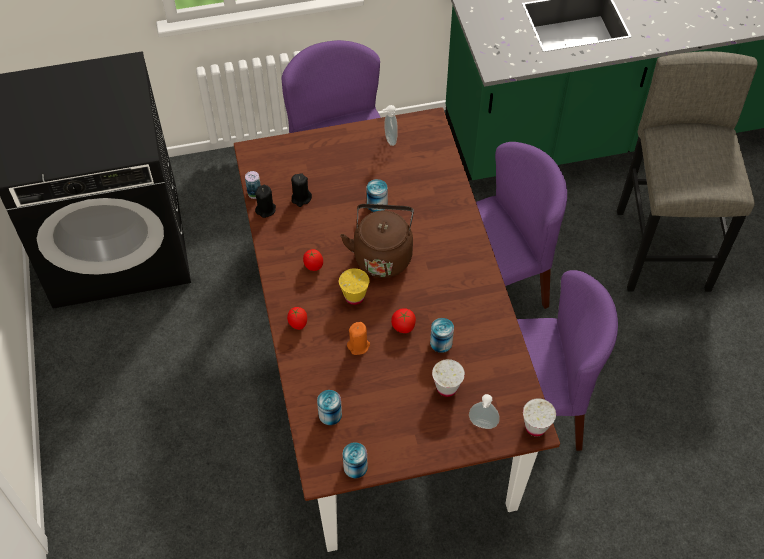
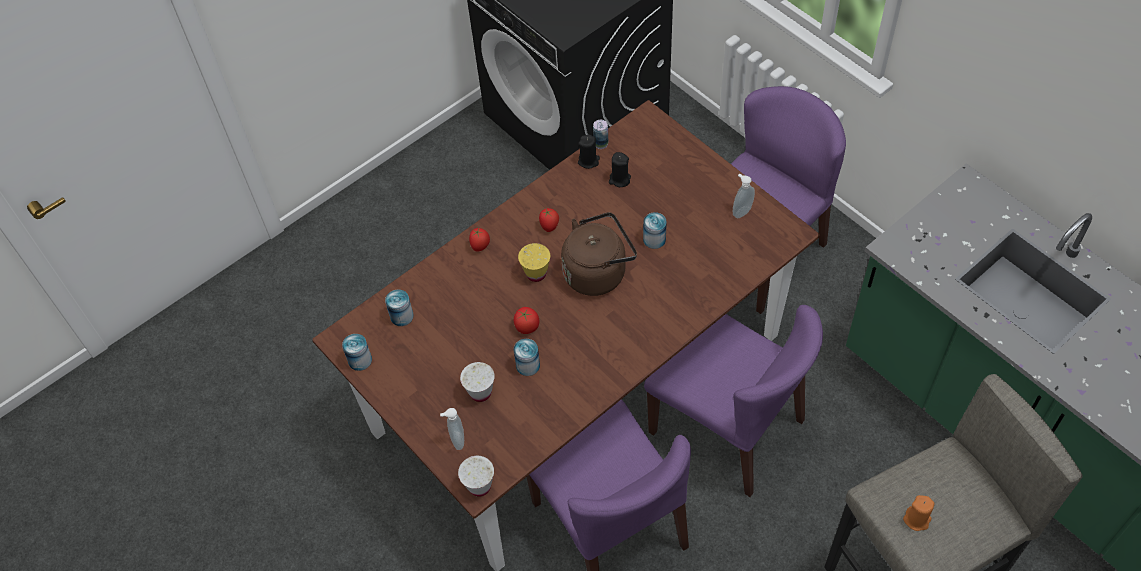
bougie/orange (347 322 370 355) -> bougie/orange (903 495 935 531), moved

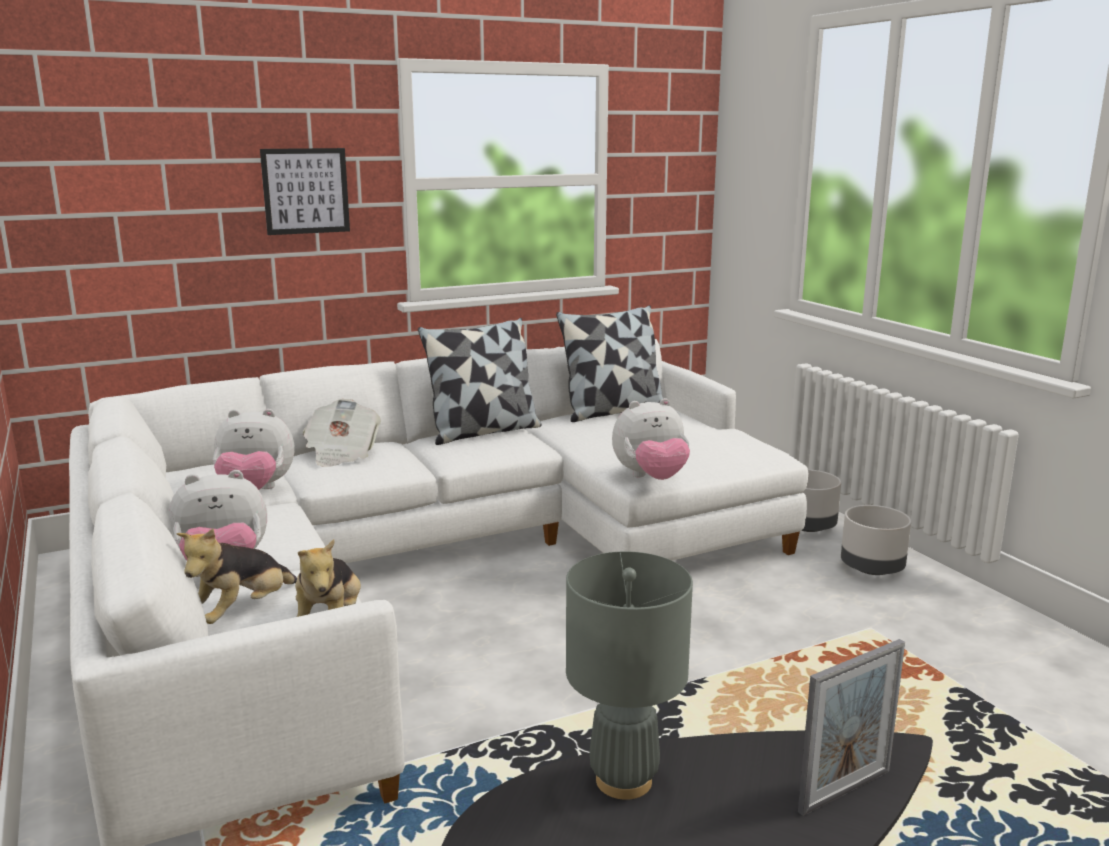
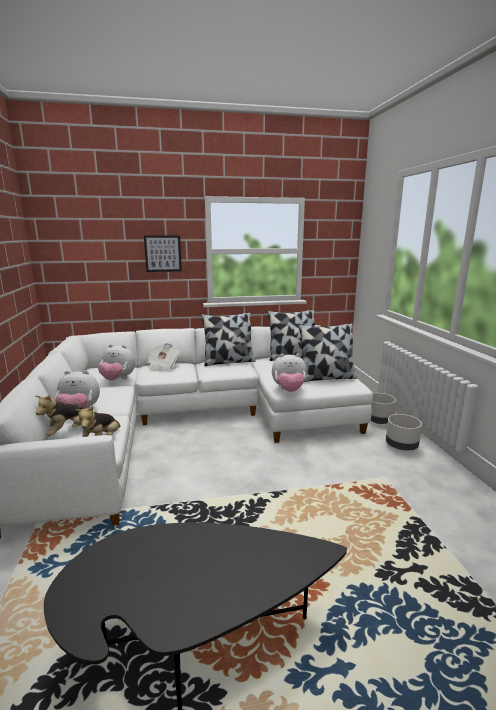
lampe de table/gris (566 552 693 800) -> none
cadre photo (798 639 905 816) -> none
none -> coussin (298 323 357 382)

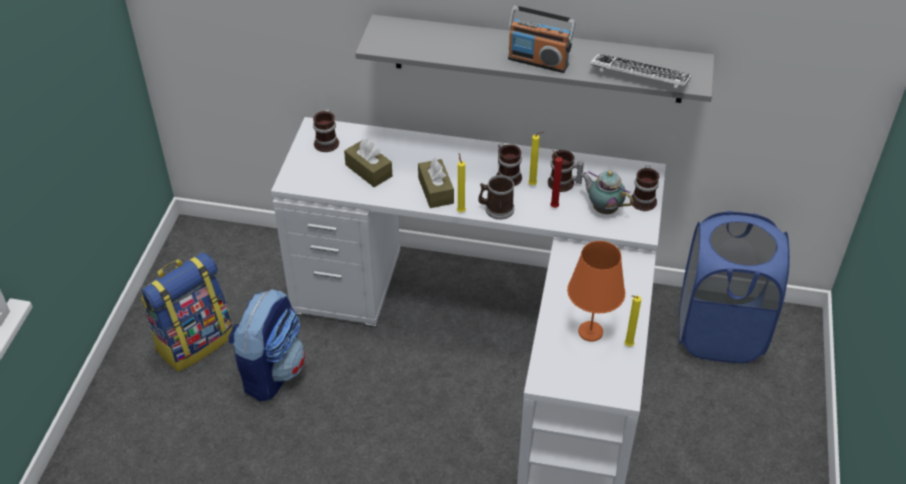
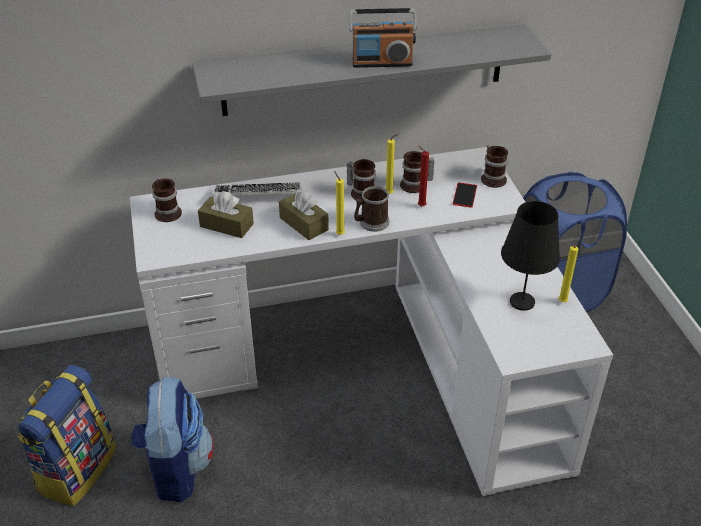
lampe de table/orange (567 241 625 341) -> lampe de table/noir (501 201 560 311)
théière (581 171 633 214) -> téléphone (452 182 477 208)
clavier (590 54 691 88) -> clavier (211 182 301 197), moved

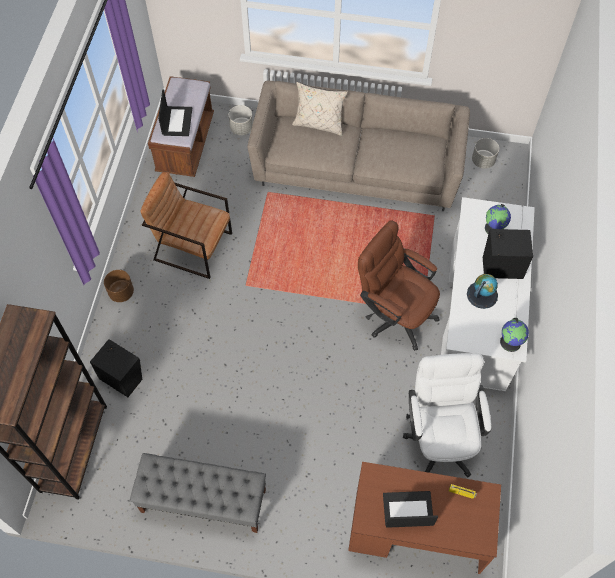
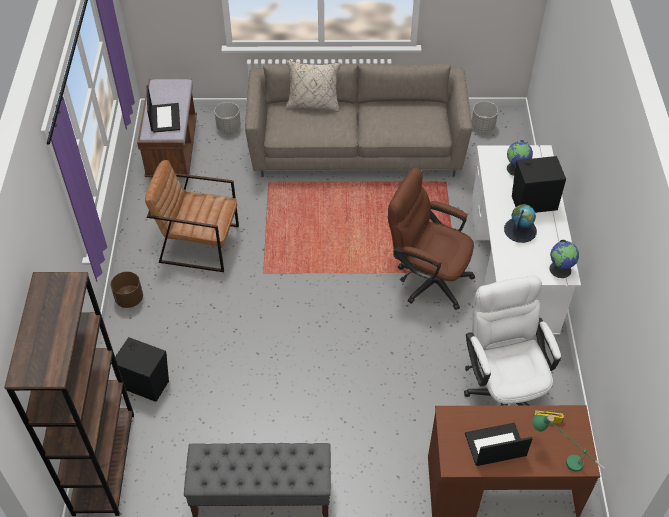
none -> lampe de table/vert (532 415 605 472)

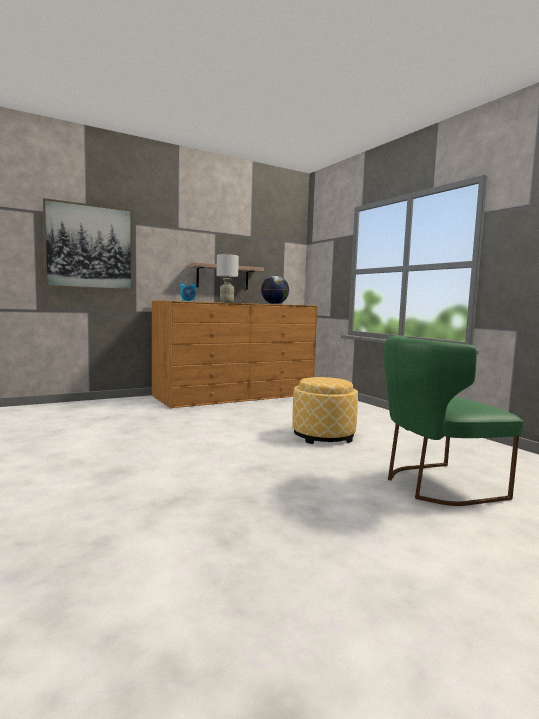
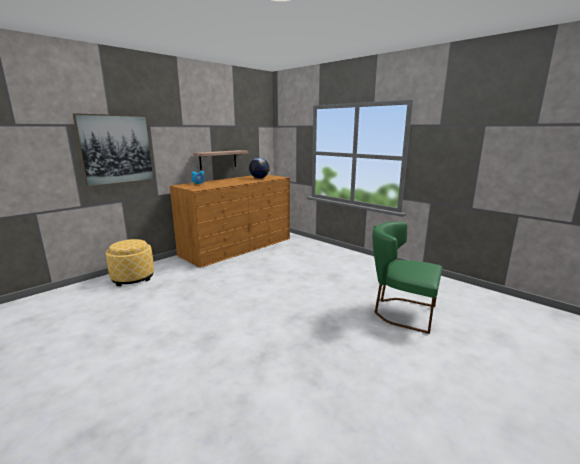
lampe de table/gris (217 254 239 303) -> none
pouf (292 377 358 444) -> pouf (106 239 154 286), moved
chaise/vert (383 335 523 506) -> chaise/vert (372 222 442 334), 60 degrees clockwise

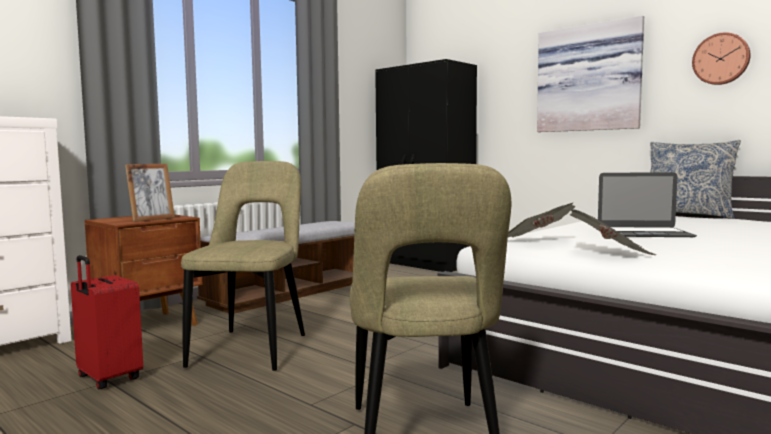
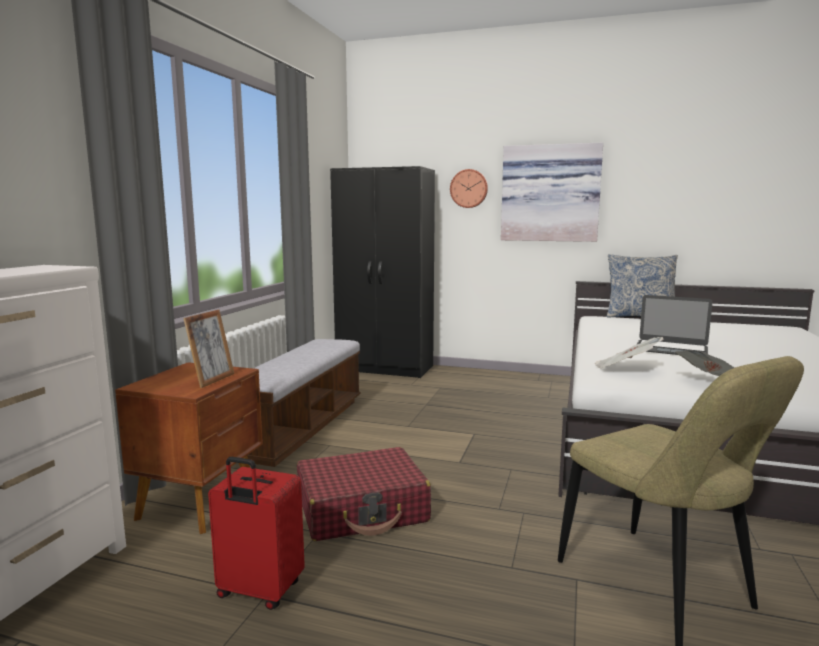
chaise/beige (181 161 305 371) -> valise/rouge (297 447 431 541)
ordinateur portable (598 172 697 237) -> ordinateur portable (637 295 713 355), 45 degrees clockwise
horloge murale (692 32 751 85) -> horloge murale (450 169 488 208), moved

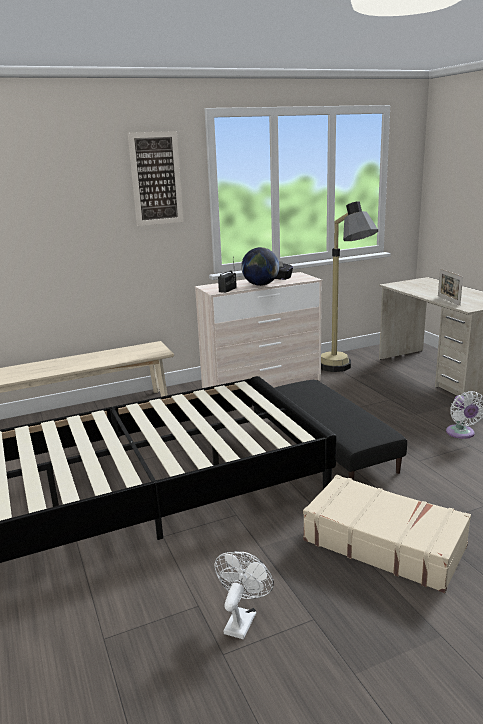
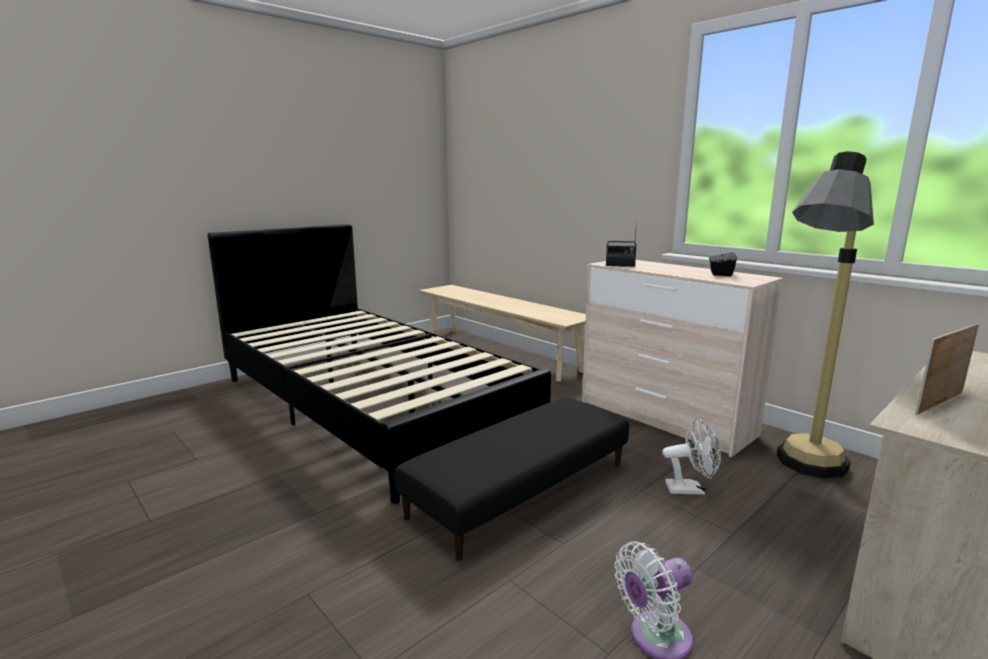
tableau (128 131 183 226) -> none
ventilateur/blanc (214 551 274 639) -> ventilateur/blanc (662 418 721 495), moved
globe (241 247 279 286) -> none
valise/beige (303 475 471 593) -> none

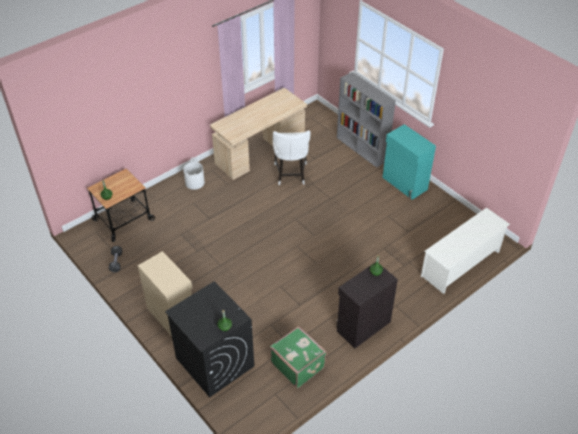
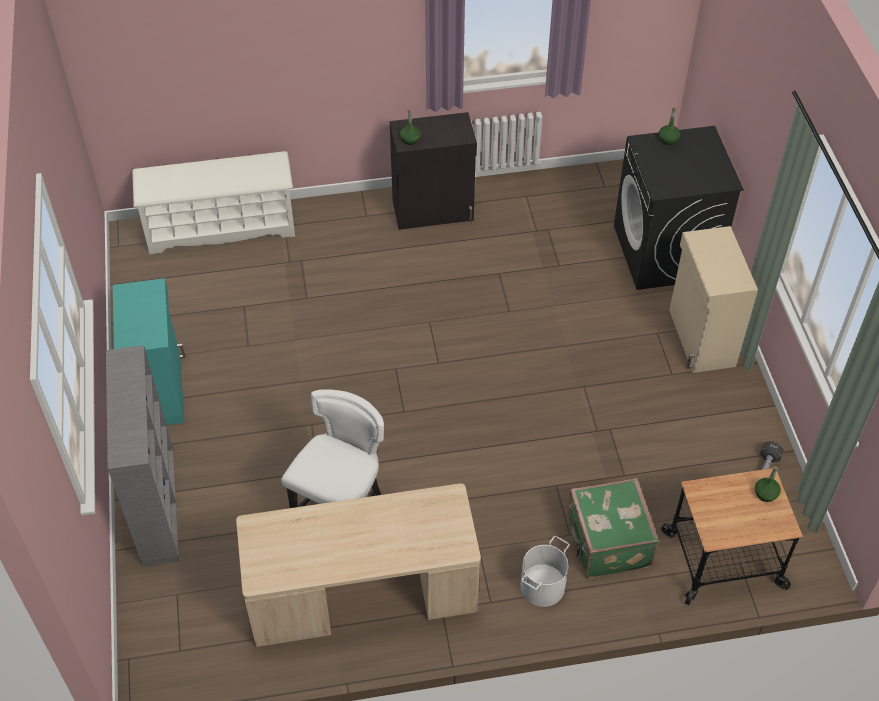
valise/vert (270 326 327 388) -> valise/vert (567 478 659 578), moved

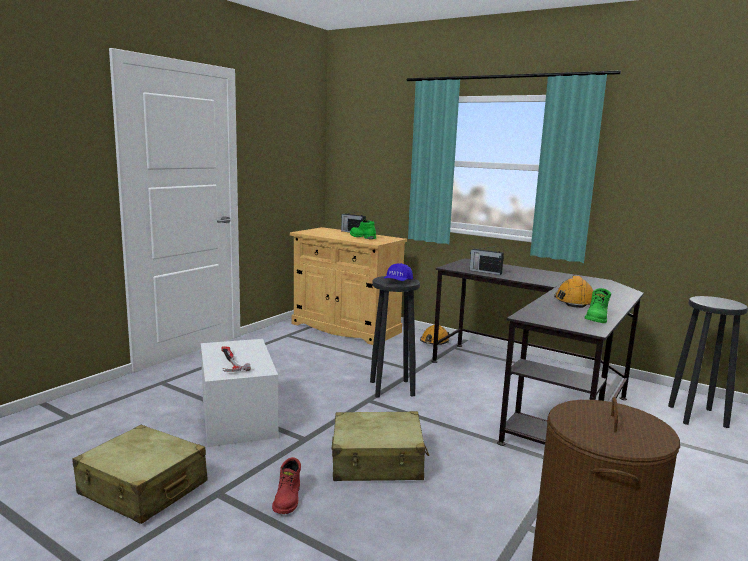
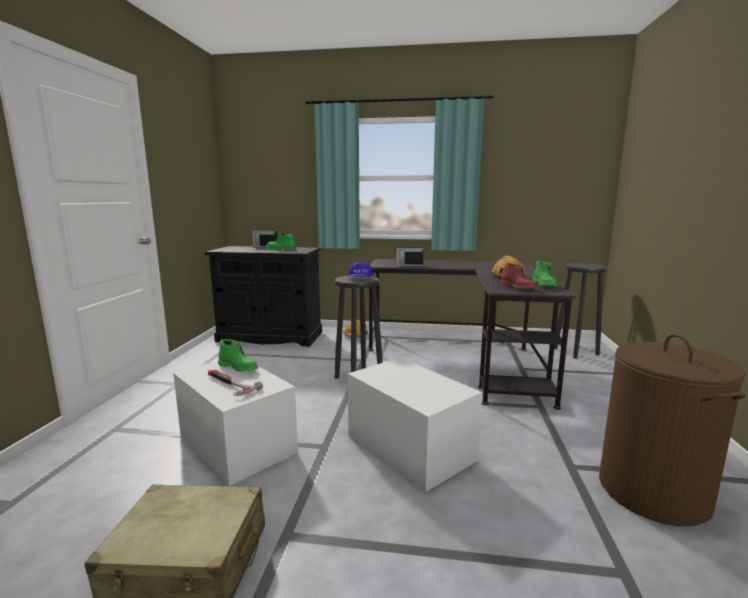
botte/rouge (272 457 301 514) -> botte/rouge (500 263 536 289), moved
meuble de rangement/beige (290 227 407 345) -> meuble de rangement/noir (205 246 322 347)
valise/beige (331 411 429 481) -> boîte de rangement/blanc (348 357 482 492)
none -> botte/vert (218 339 258 372)

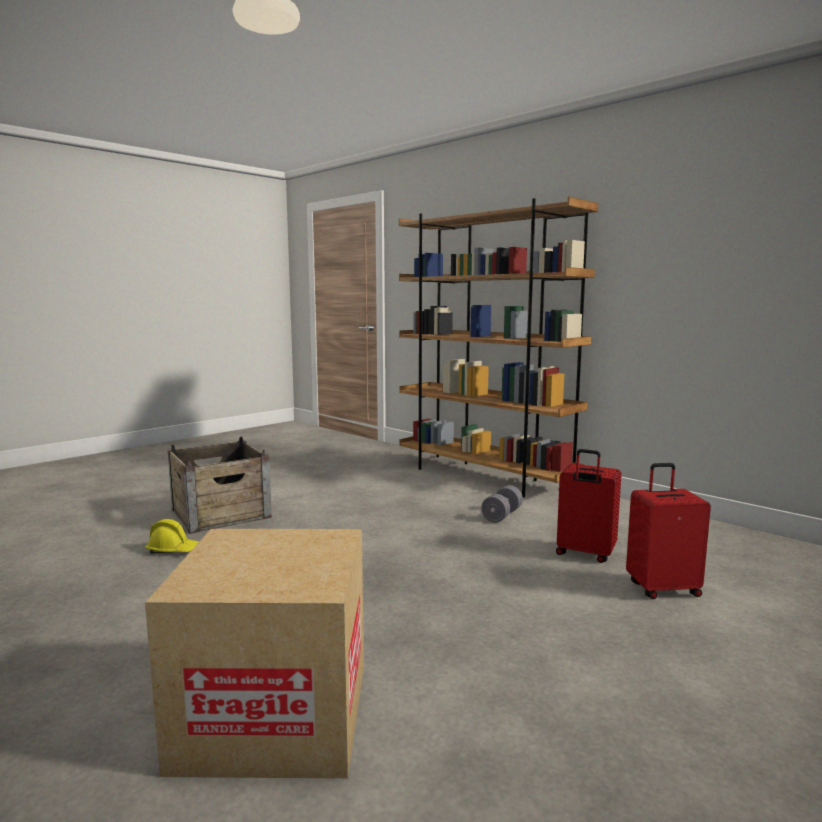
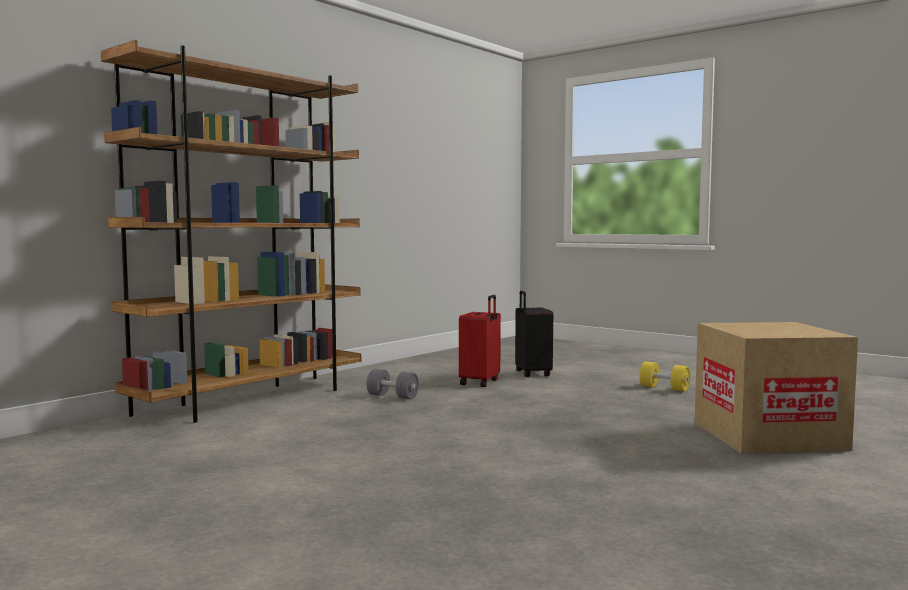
casque de chantier/jaune (145 519 199 554) -> none
caisse (168 437 272 534) -> none
valise/rouge (626 463 711 599) -> valise/noir (515 291 553 377)
none -> haltère/jaune (639 362 690 392)

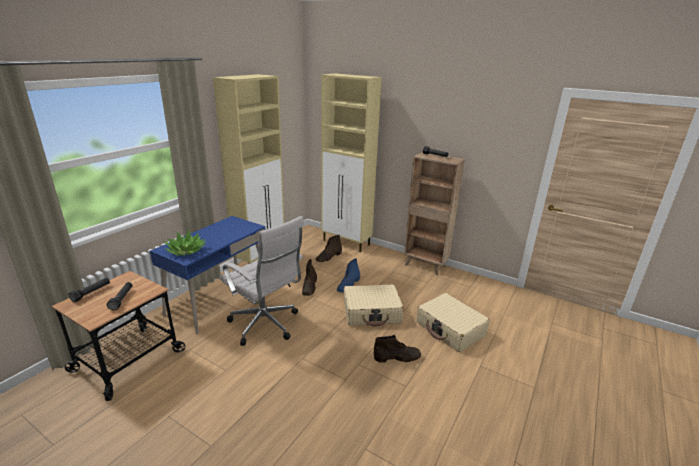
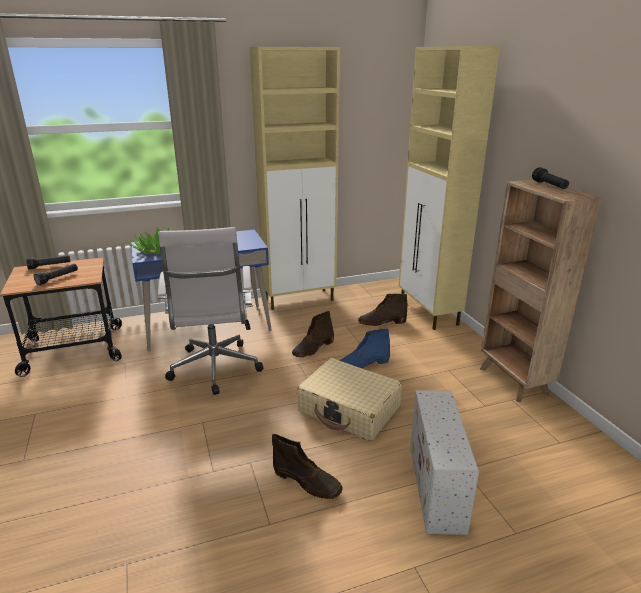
valise/beige (417 293 490 352) -> boîte de rangement/blanc (410 390 479 535)

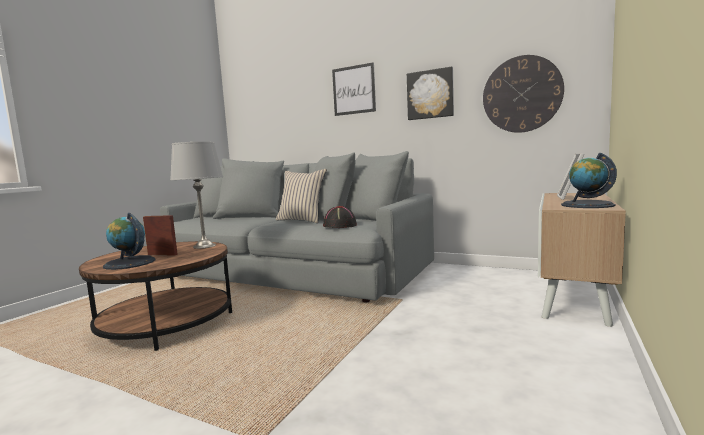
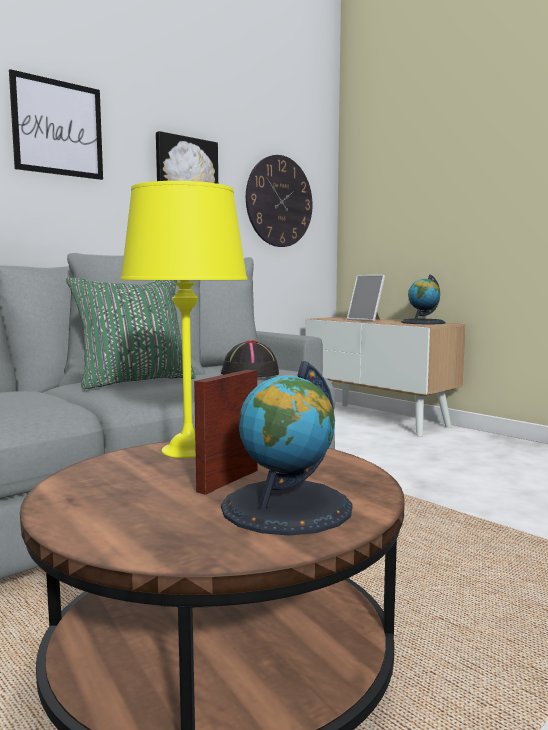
lampe de table/gris (170 142 223 249) -> lampe de table/jaune (120 181 248 458)
coussin/beige (276 169 327 223) -> coussin/vert (66 277 196 389)

